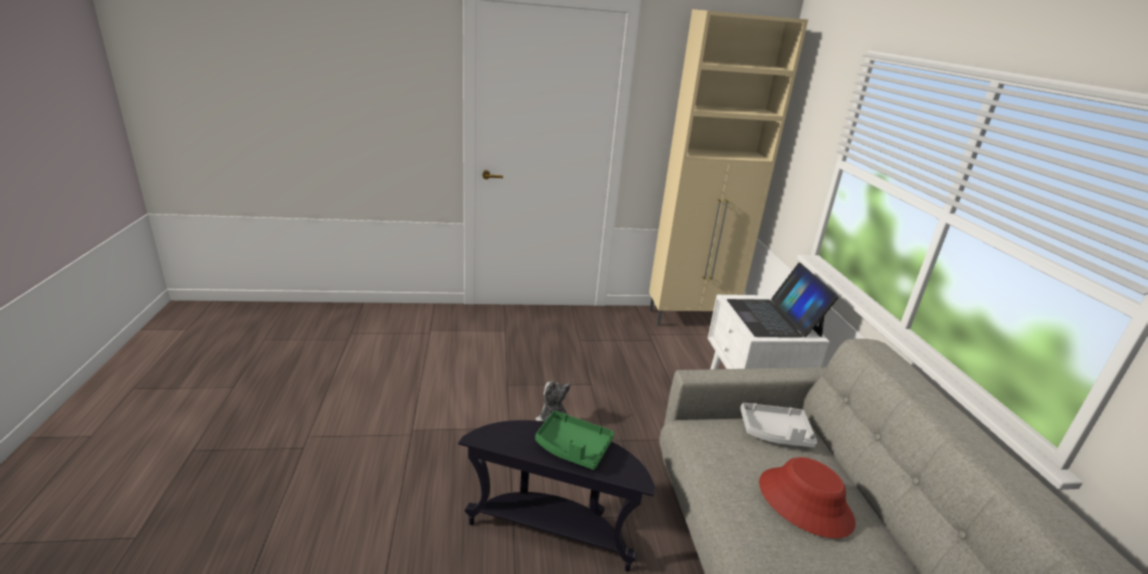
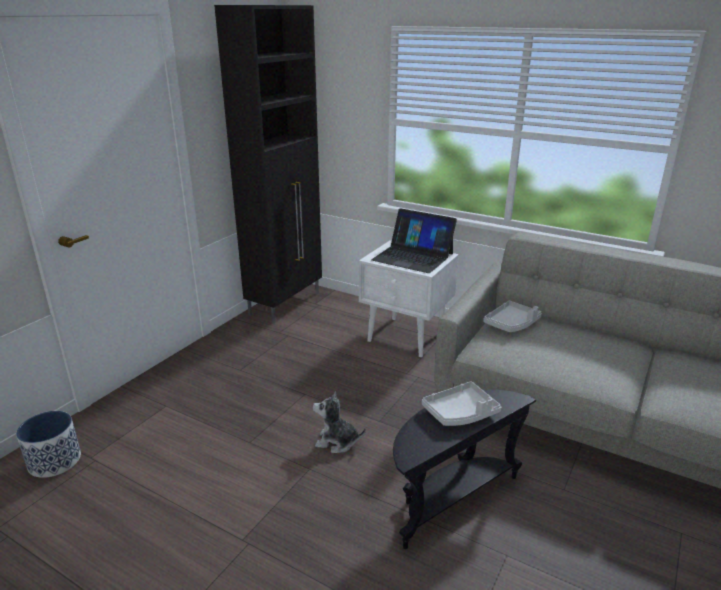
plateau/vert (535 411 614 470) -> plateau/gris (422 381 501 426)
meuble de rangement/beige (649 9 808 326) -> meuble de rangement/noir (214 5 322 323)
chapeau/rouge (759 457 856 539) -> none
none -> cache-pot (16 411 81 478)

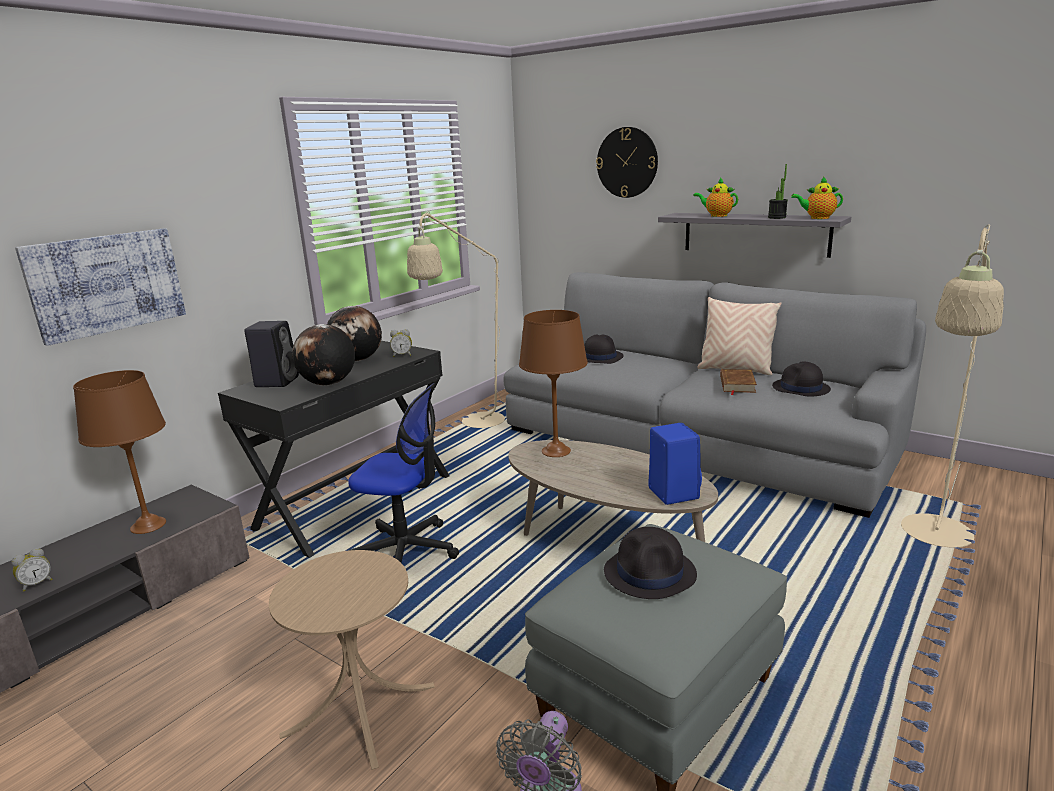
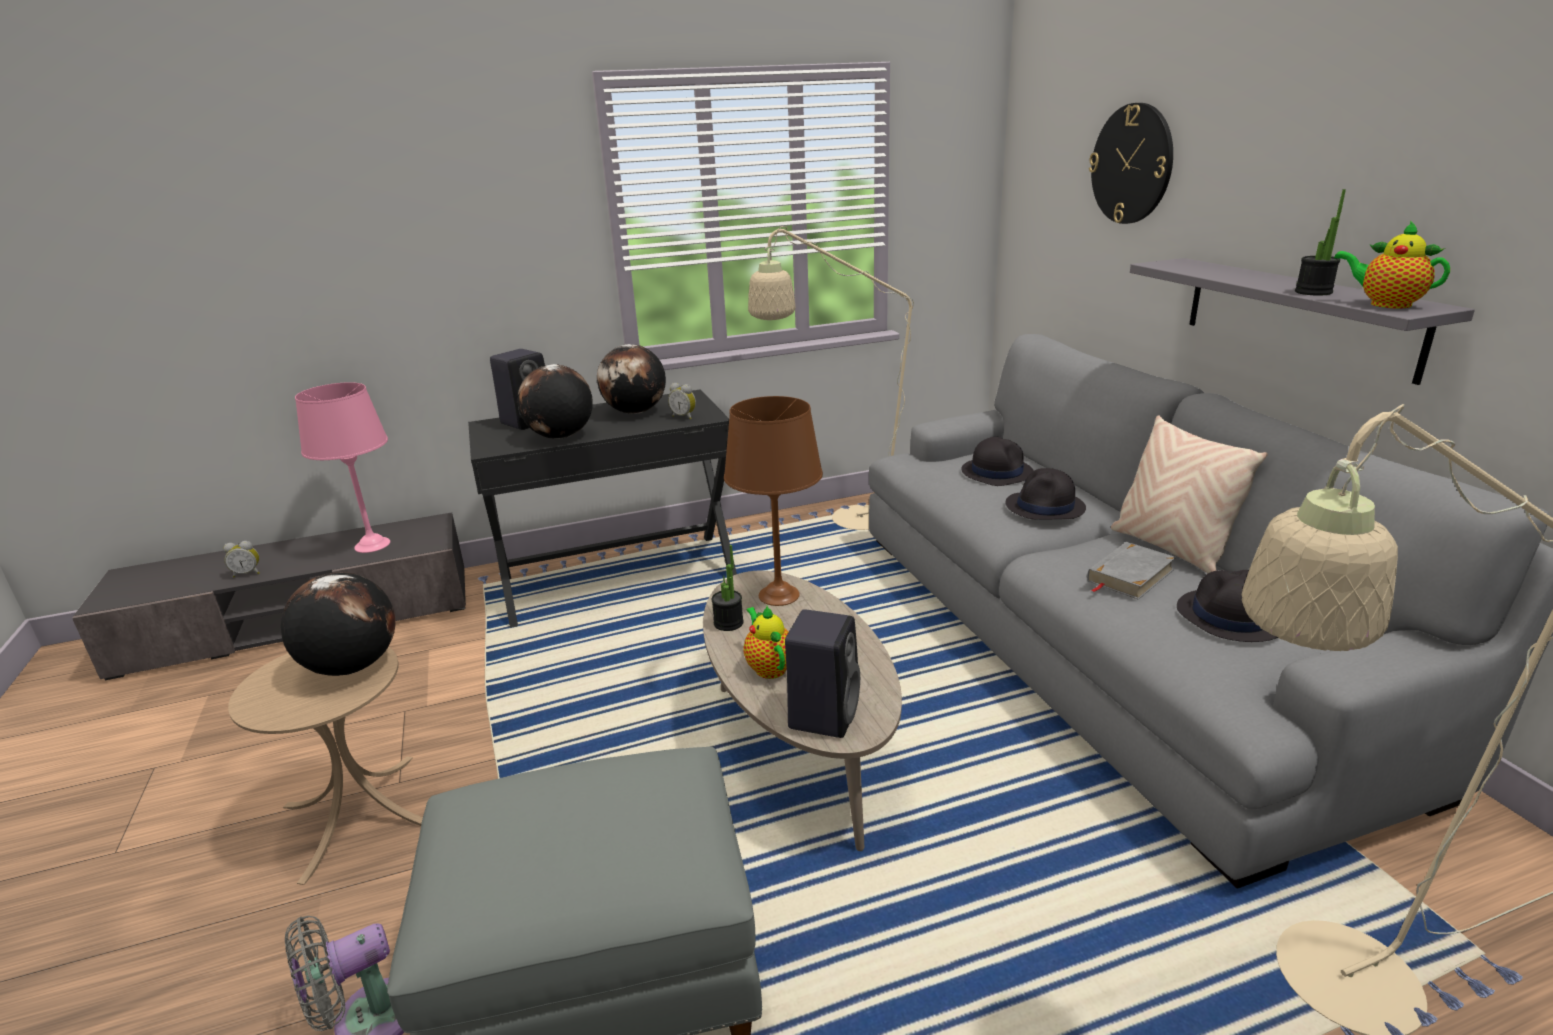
tableau (15 229 186 346) -> none
lampe de table/marron (73 370 166 534) -> lampe de table/rose (295 382 390 553)
chaise de bureau (348 383 459 563) -> none
chapeau/noir (604 527 697 599) -> chapeau/noir (1005 468 1086 520), moved
enceinte/bleu (648 423 702 505) -> enceinte/noir (785 609 860 738)
théière (694 178 738 217) -> théière (743 606 789 679), moved
livre/marron (720 369 757 395) -> livre/gris (1087 542 1176 600)
none -> globe (281 572 396 676)
none -> plante en pot (712 545 744 631)

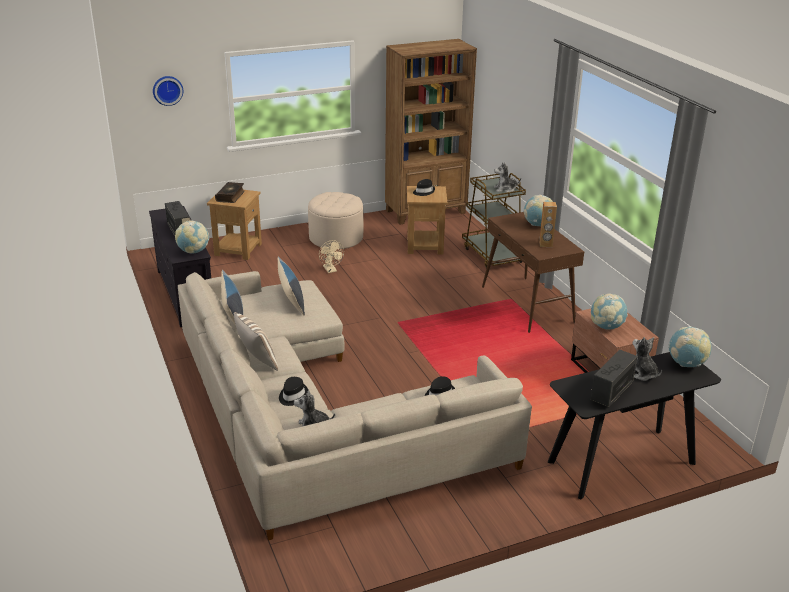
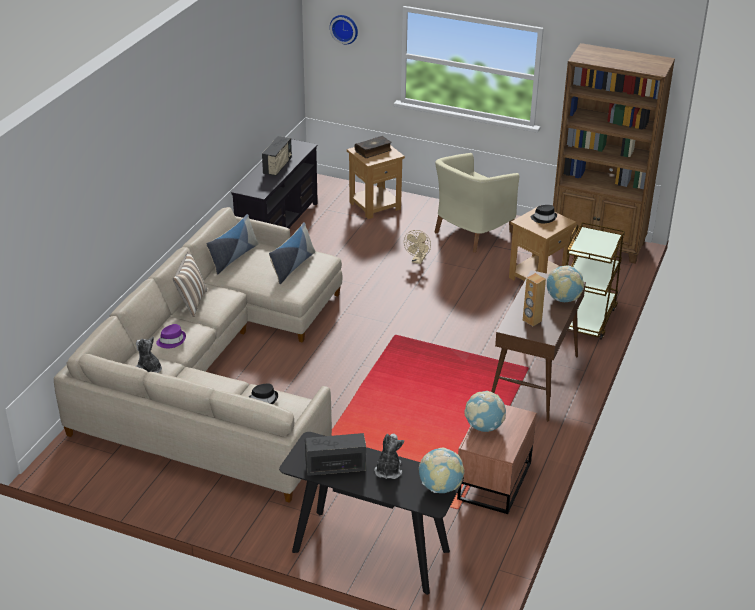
globe (175 221 209 253) -> none
chapeau/noir (279 377 308 406) -> chapeau/violet (156 324 186 348)
pouf/beige (308 192 363 249) -> fauteuil/beige (435 153 519 252)
peluche (494 162 521 193) -> none

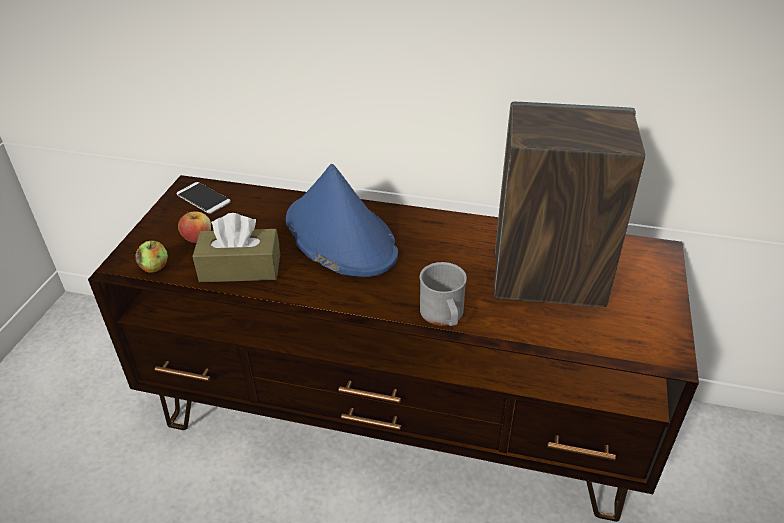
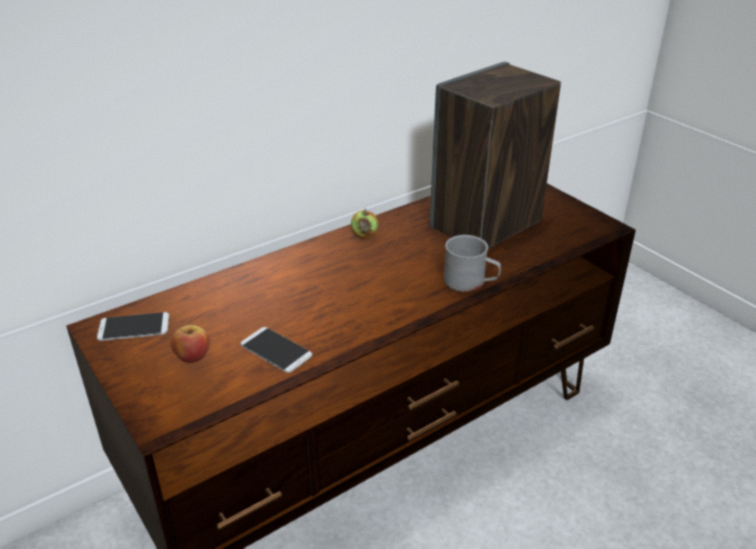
pomme (135 240 168 273) -> pomme (351 208 378 239), moved
boîte à mouchoirs/marron (192 213 280 282) -> téléphone (241 327 312 373)
chapeau/bleu (286 164 398 277) -> none

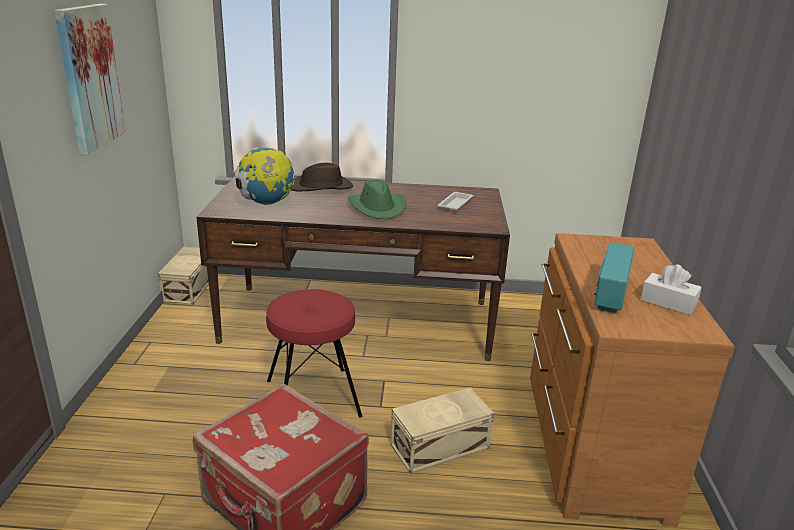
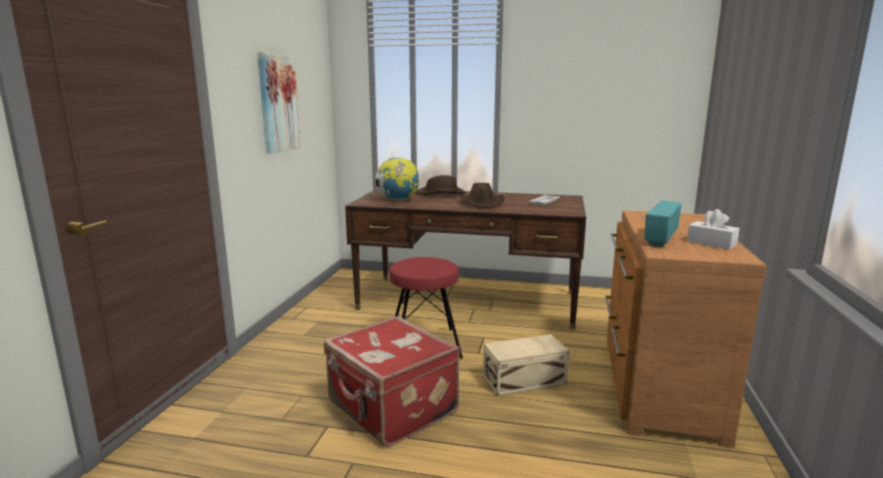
boîte de rangement/beige (158 247 209 305) -> none
chapeau/vert (348 180 407 219) -> chapeau/marron (460 183 505 208)

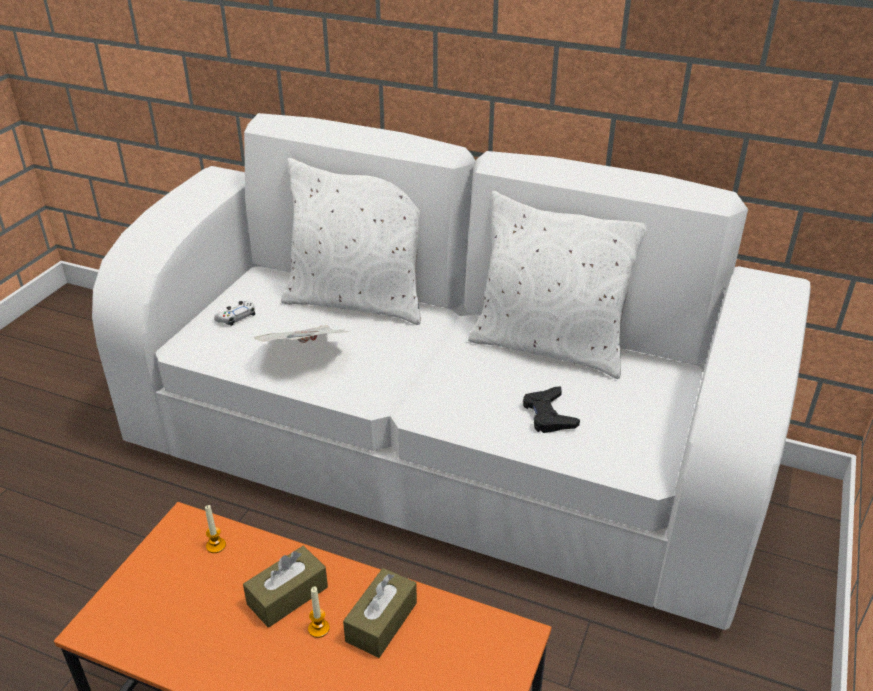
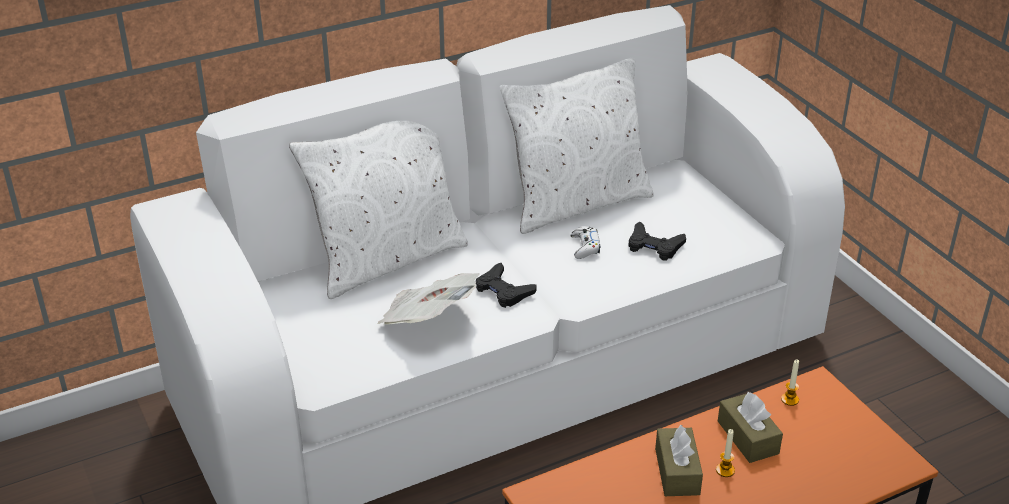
bougie (205 505 226 553) -> bougie (781 360 799 406), moved
manette/blanc (214 300 255 326) -> manette/blanc (571 226 601 259), moved
none -> manette/noir (475 263 537 308)

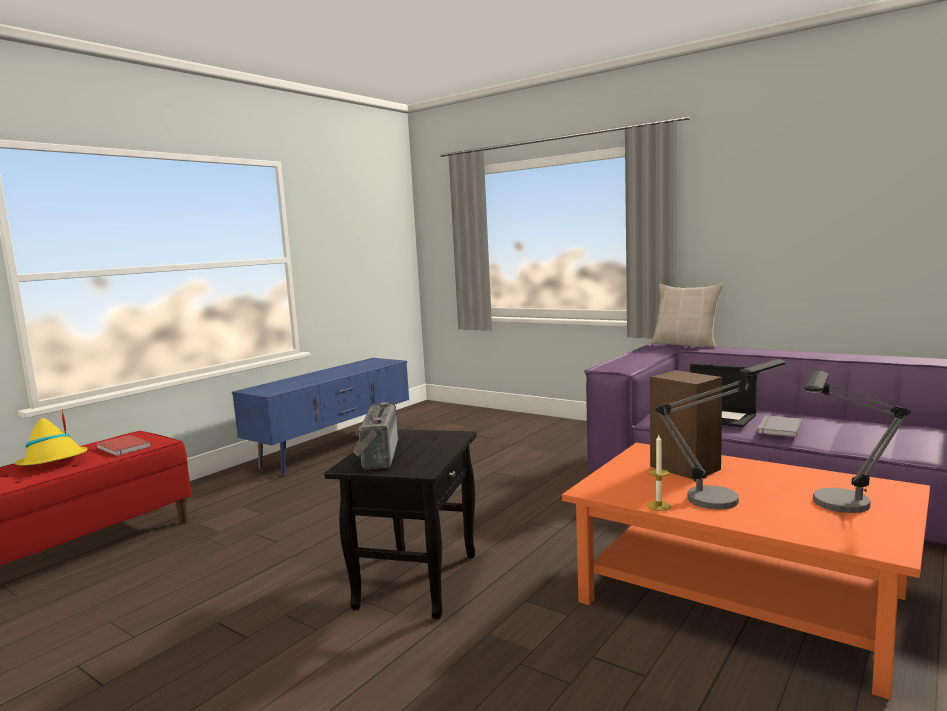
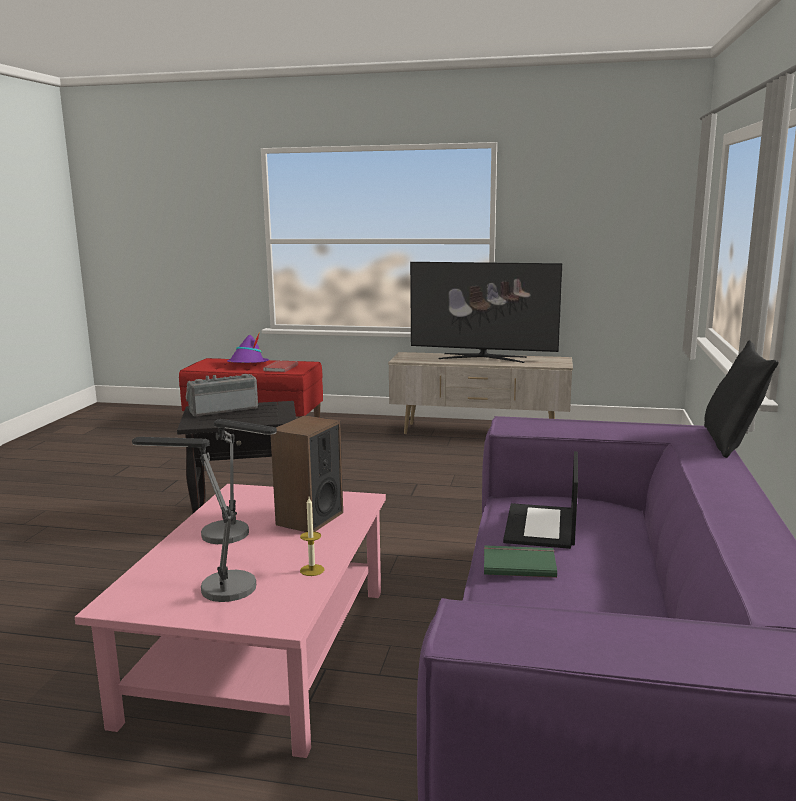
chapeau/jaune (15 409 87 466) -> chapeau/violet (227 334 269 363)
meuble télé/bleu (232 358 409 476) -> meuble télé/beige (388 352 573 434)
table basse/orange (562 443 930 700) -> table basse/rose (75 484 386 758)
bougie (647 435 671 511) -> bougie (300 497 325 576), moved
coussin/beige (651 284 723 348) -> coussin/noir (704 340 779 458)
livre/gris (758 416 802 437) -> livre/vert (484 545 557 578)
none -> téléviseur (410 262 562 363)

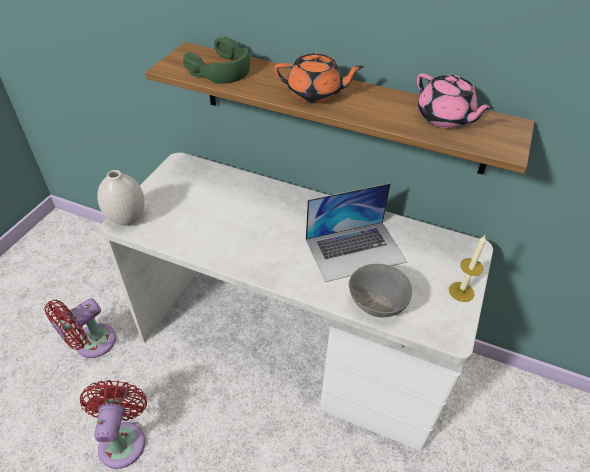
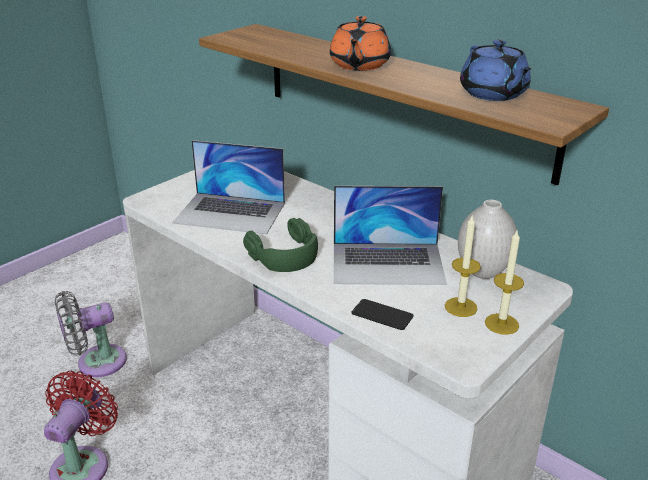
ventilateur/rouge (44 298 116 358) -> ventilateur/gris (55 291 127 377)
vase/blanc (97 170 145 226) -> vase/blanc (458 200 517 279), moved
casque audio/vert (183 37 250 84) -> casque audio/vert (243 218 318 272), moved
théière/orange (274 52 364 104) -> théière/orange (330 16 391 71), 75 degrees clockwise
bol/gris (348 264 412 317) -> téléphone (352 299 414 330)
théière/rose (417 73 494 128) -> théière/bleu (460 39 531 101)
none -> ordinateur portable (173 140 285 234)
none -> bougie (445 214 481 317)

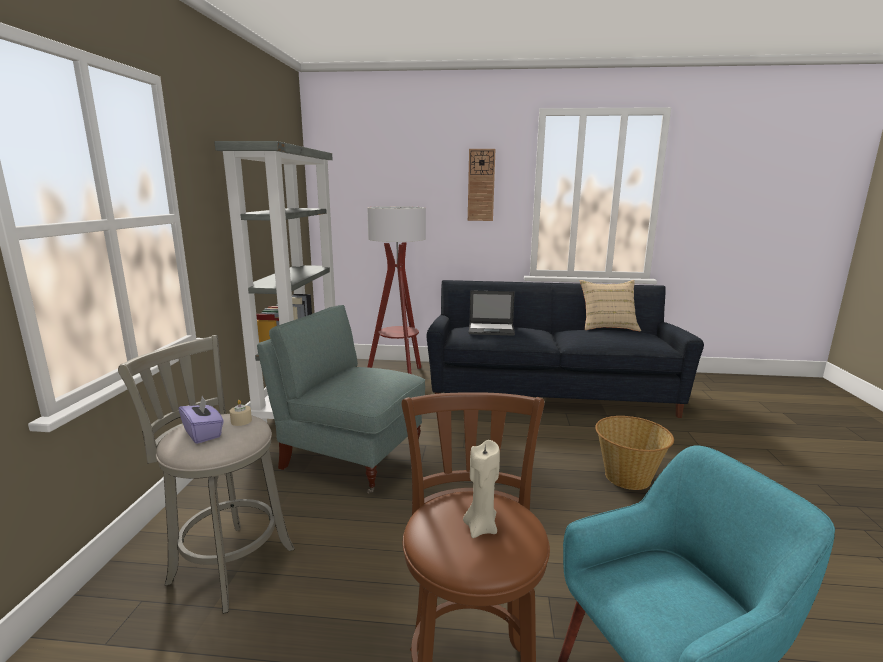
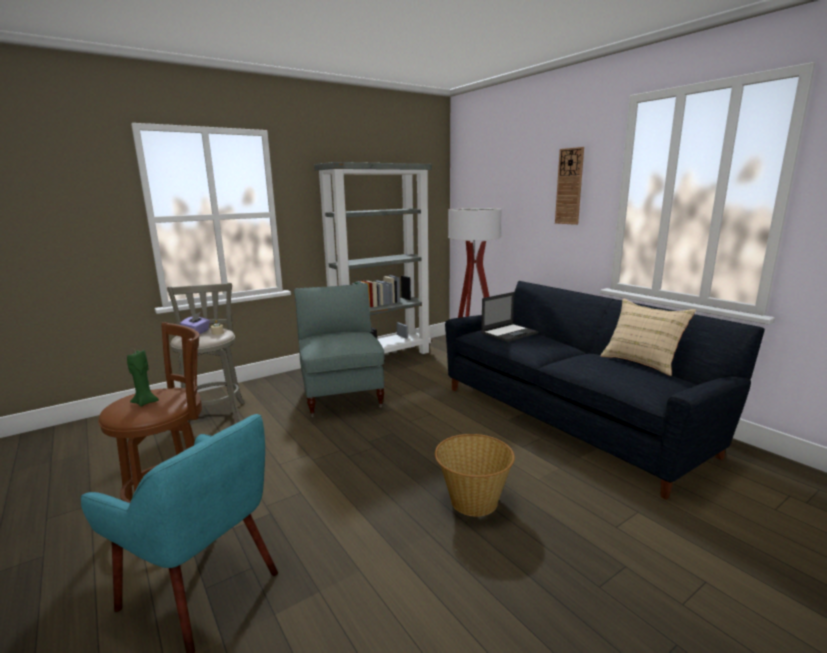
bougie/beige (463 440 500 538) -> bougie/vert (127 350 159 407)
ordinateur portable (469 290 515 336) -> ordinateur portable (481 292 539 342), 90 degrees counterclockwise

